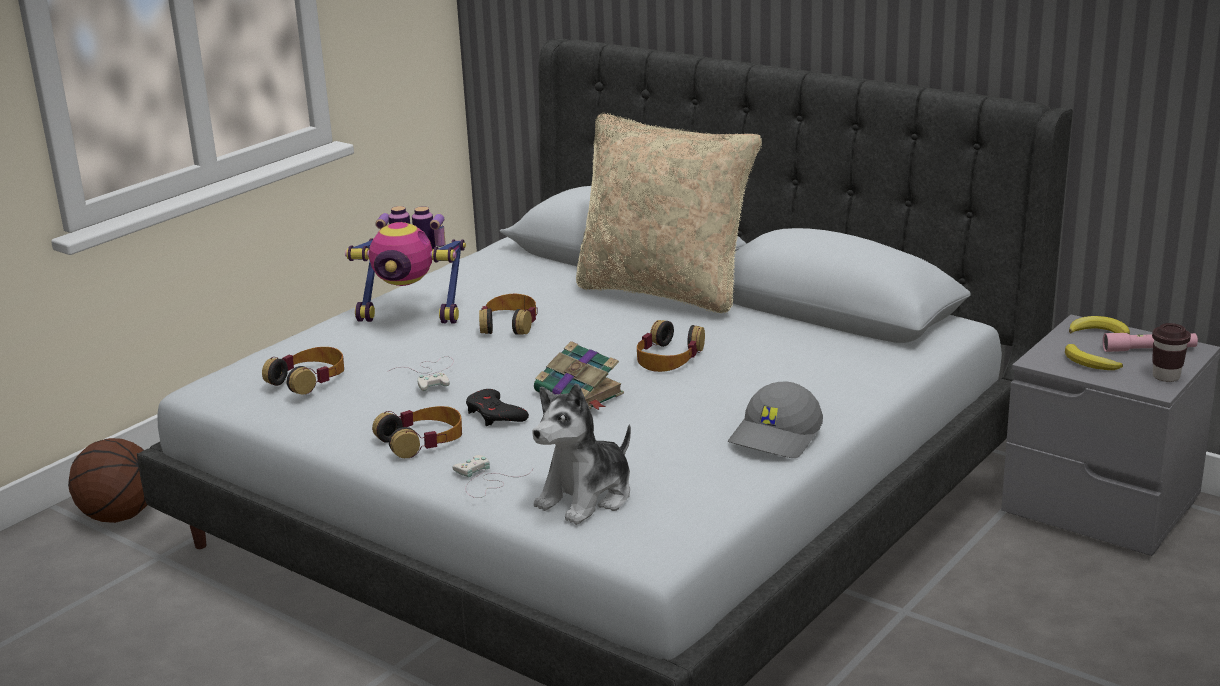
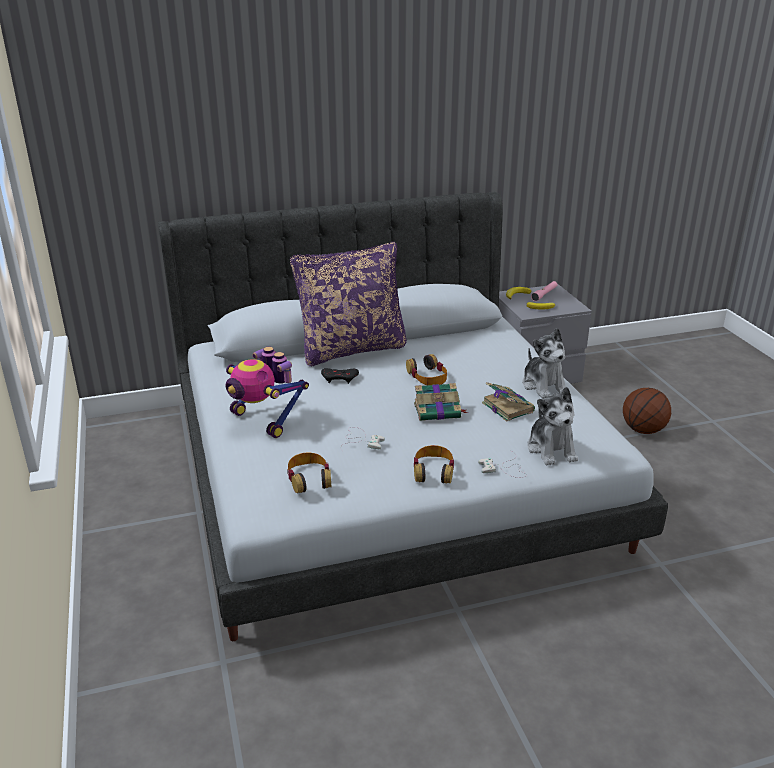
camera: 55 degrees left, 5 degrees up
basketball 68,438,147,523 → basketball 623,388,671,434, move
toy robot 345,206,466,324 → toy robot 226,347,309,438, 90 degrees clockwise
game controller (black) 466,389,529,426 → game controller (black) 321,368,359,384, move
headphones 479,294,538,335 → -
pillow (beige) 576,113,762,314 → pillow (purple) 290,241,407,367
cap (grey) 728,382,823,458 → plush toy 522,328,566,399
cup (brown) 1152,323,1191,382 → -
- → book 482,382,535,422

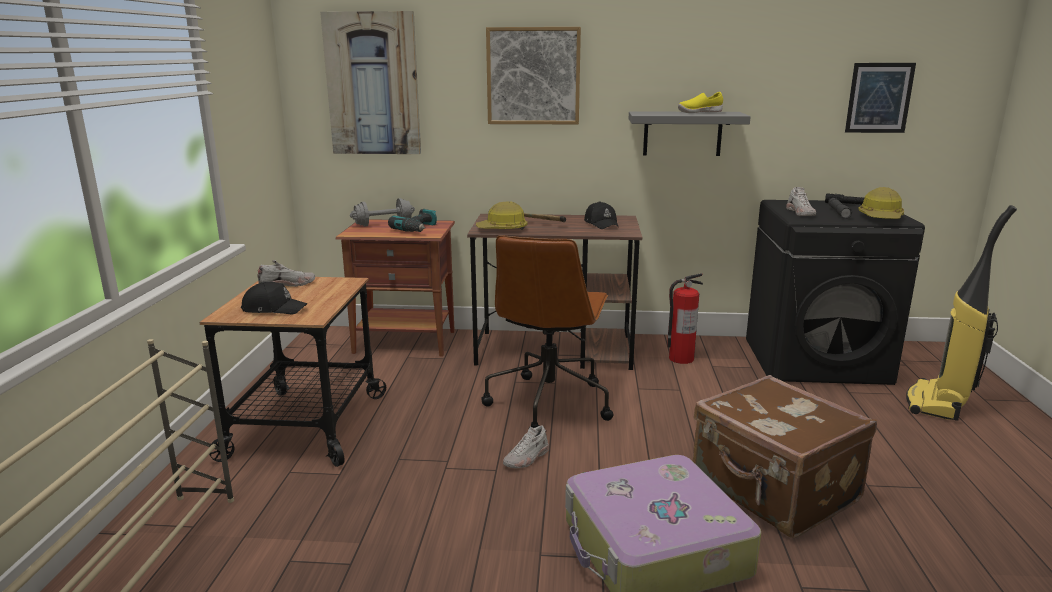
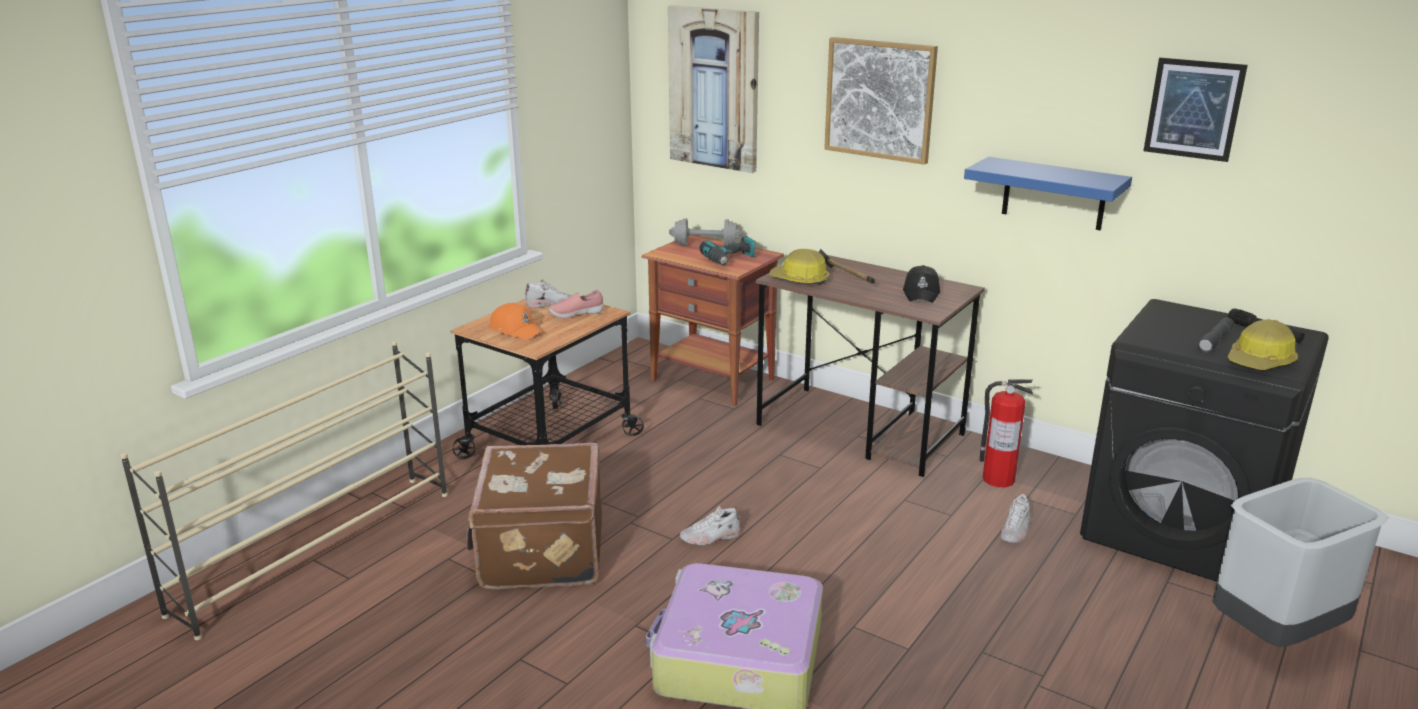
camera: 30 degrees right, 5 degrees up
cap (black) 241,281,307,314 → cap (orange) 490,303,543,340
office chair (brown) 481,235,613,428 → -
shelf (grey) 629,112,751,156 → shelf (blue) 964,157,1132,230
shoe (yellow) 678,92,723,113 → -
suitcase (brown) 693,375,877,538 → suitcase (brown) 467,443,602,589, move
shoe (white) 786,187,816,216 → shoe (white) 1001,494,1030,543, move
picture 845,63,916,133 → picture 1144,58,1248,162, move
vacuum cleaner 906,205,1017,421 → trash can (grey) 1212,478,1389,647
- → shoe (pink) 548,289,603,318

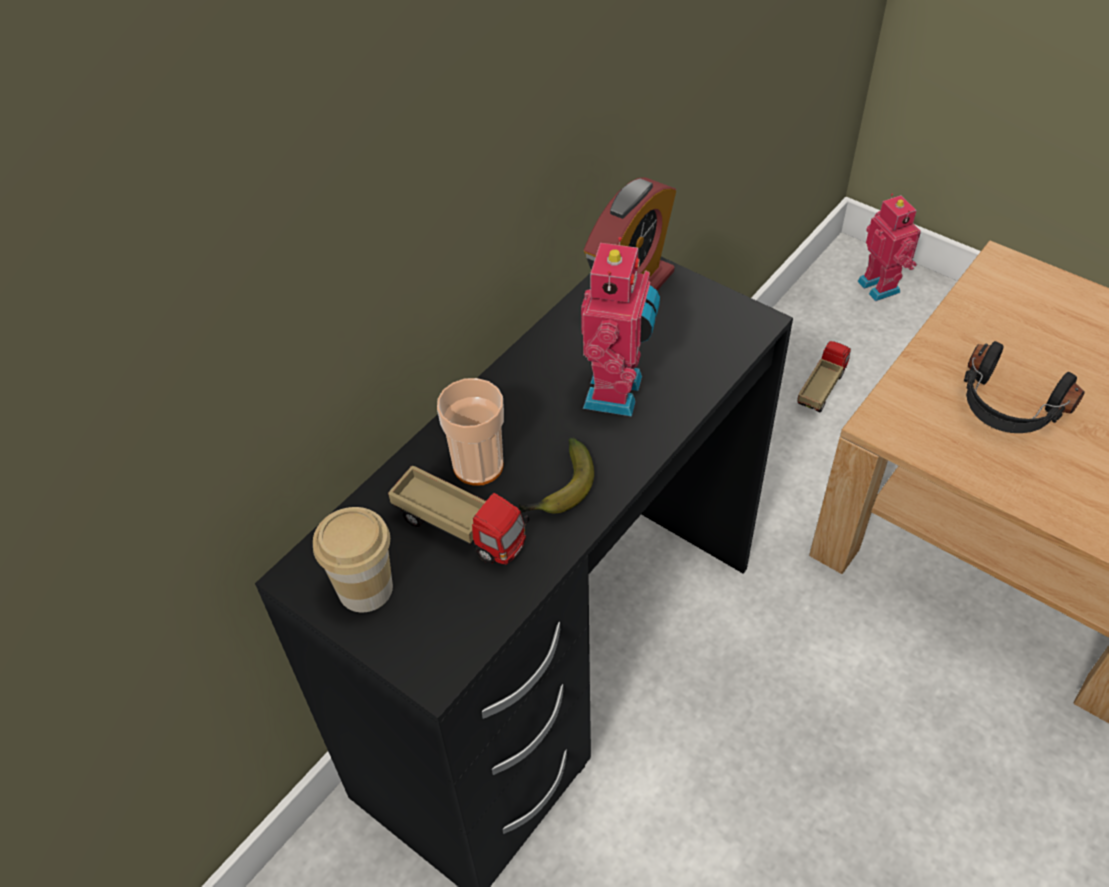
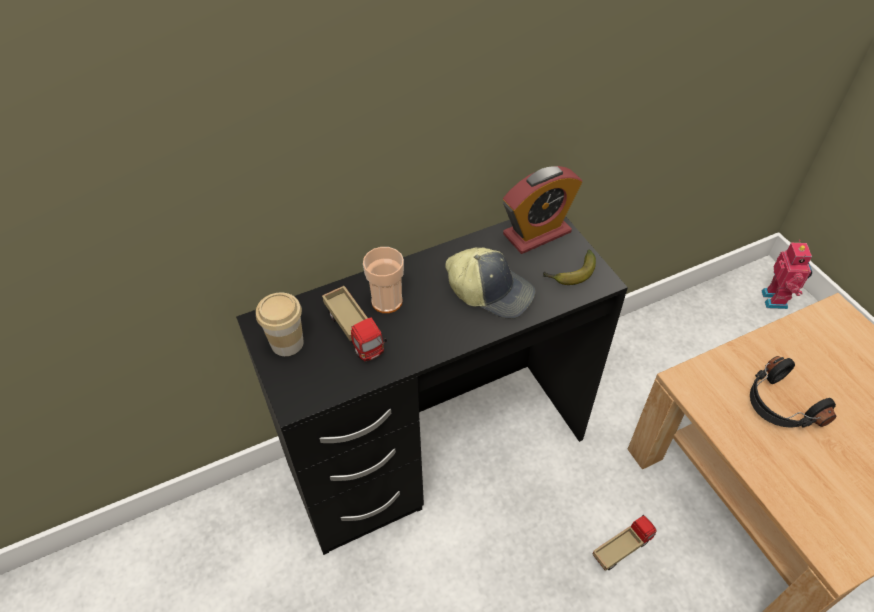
camera: 25 degrees right, 0 degrees up
banana 519,438,594,513 → banana 543,249,596,285, move
toy robot 581,237,660,416 → cap 445,247,536,319
toy truck 797,341,851,413 → toy truck 592,515,657,571, move

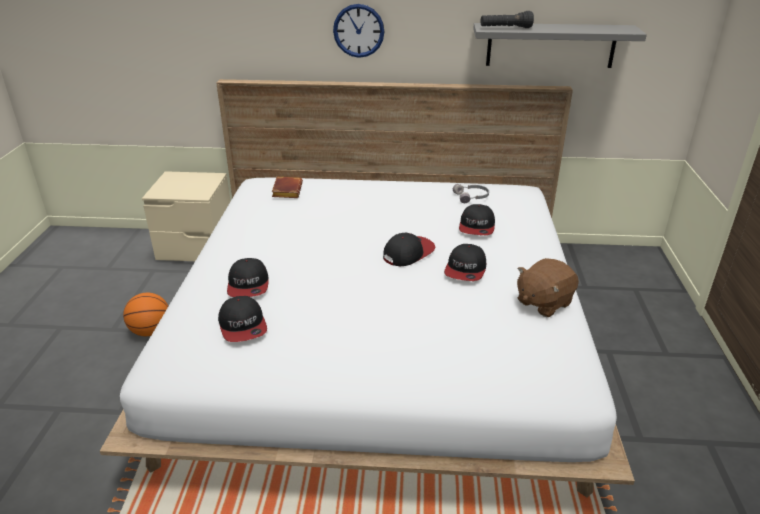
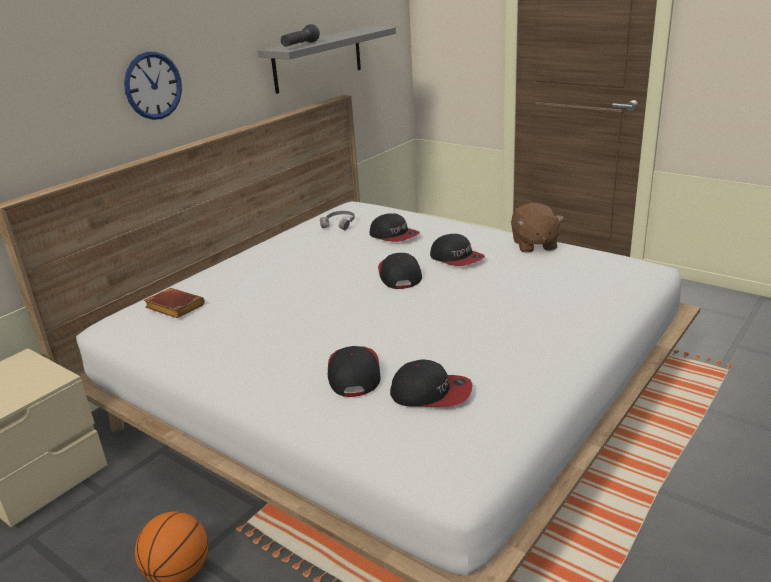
camera: 55 degrees left, 5 degrees down
cap 227,258,269,297 → cap 328,346,381,397, 120 degrees counterclockwise

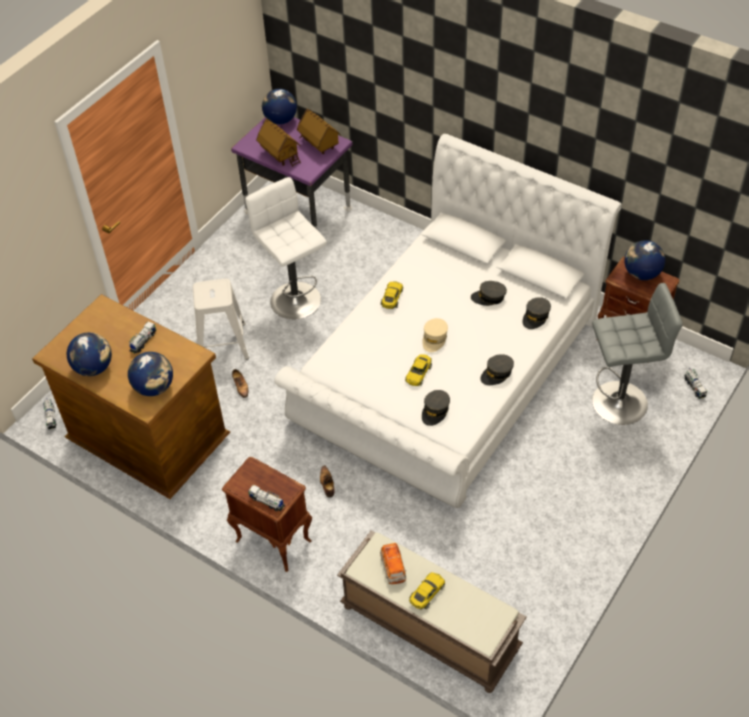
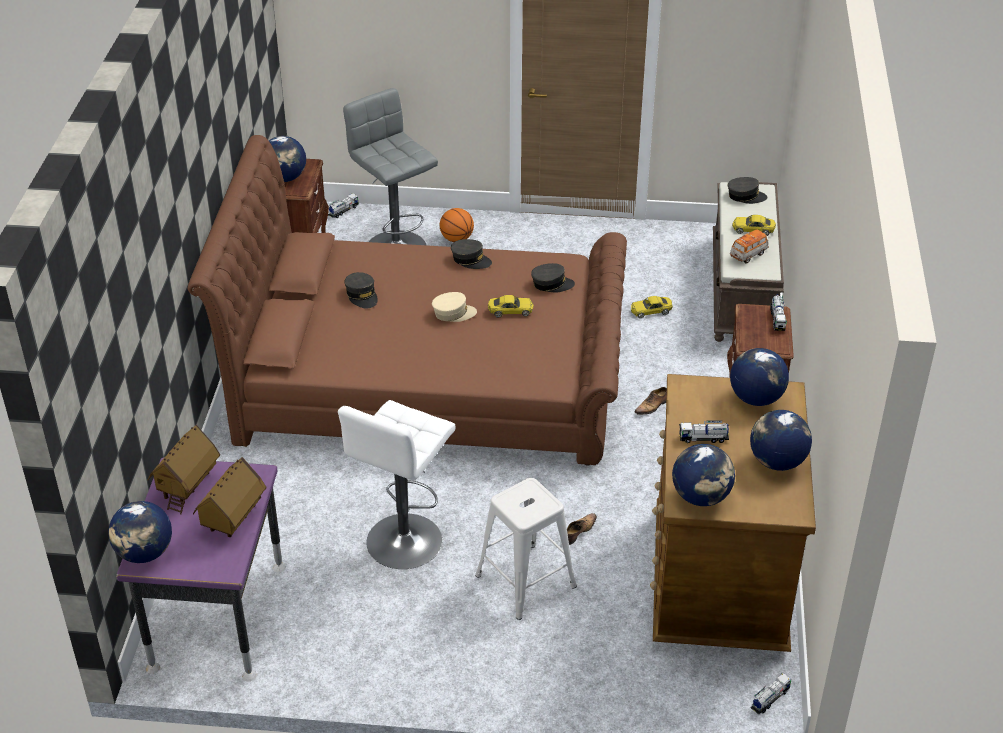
camera: 120 degrees left, 10 degrees down
bed (white) 274,134,622,508 → bed (brown) 187,135,627,466
toy car (yellow) 381,281,403,309 → toy car (yellow) 631,296,673,318, move
cap (grey) 523,297,551,329 → cap (grey) 728,177,767,204, move
- → basketball 440,208,474,242
- → globe 672,444,735,506

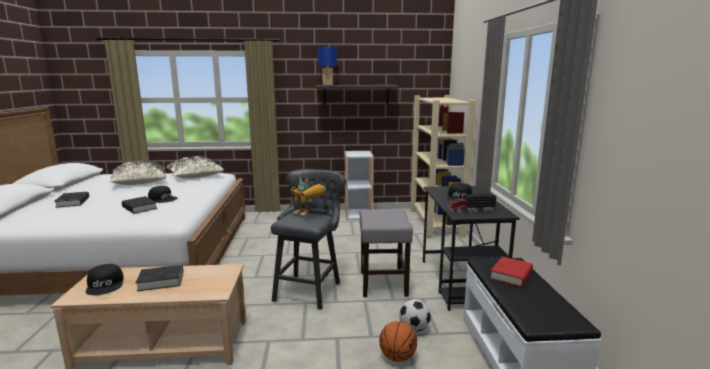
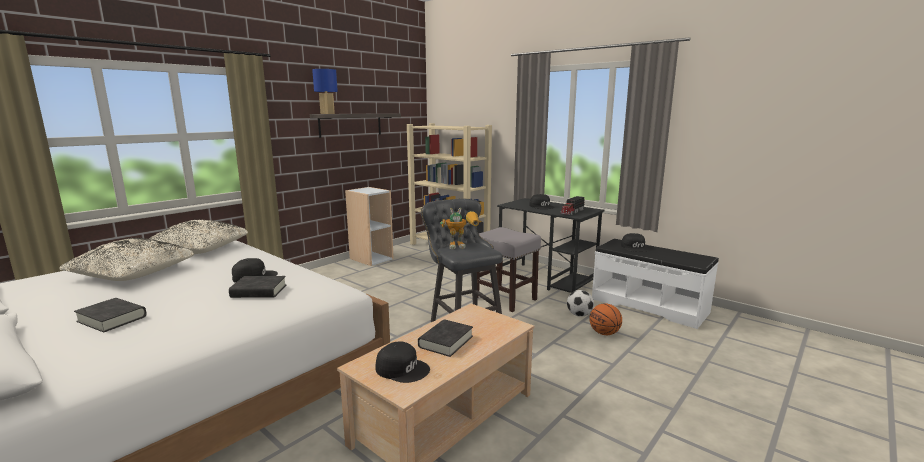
camera: 45 degrees left, 0 degrees up
book (red) 490,256,533,287 → cap (black) 621,233,649,252

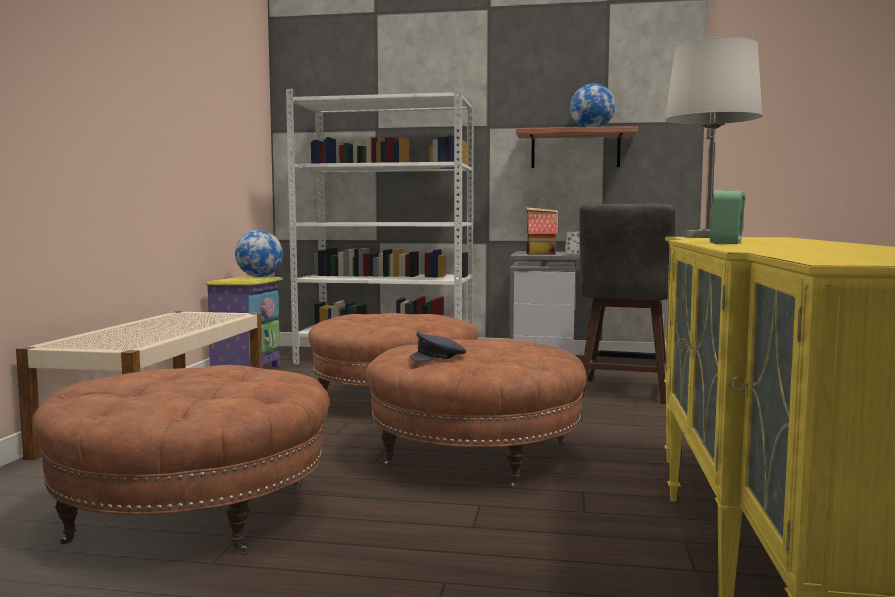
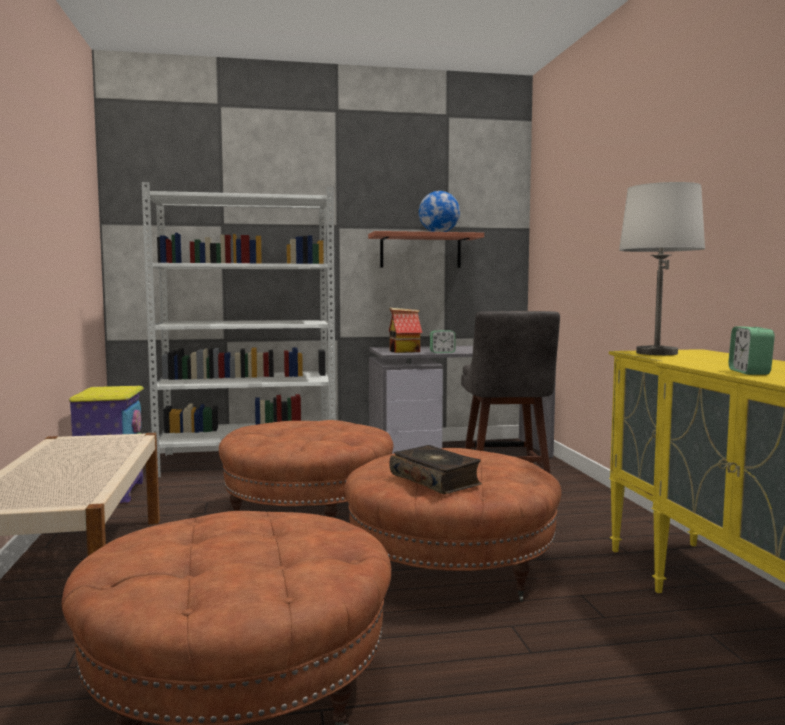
camera: 20 degrees left, 0 degrees up
globe 235,230,283,277 → -
cap (grey) 409,332,466,361 → book 390,445,482,494

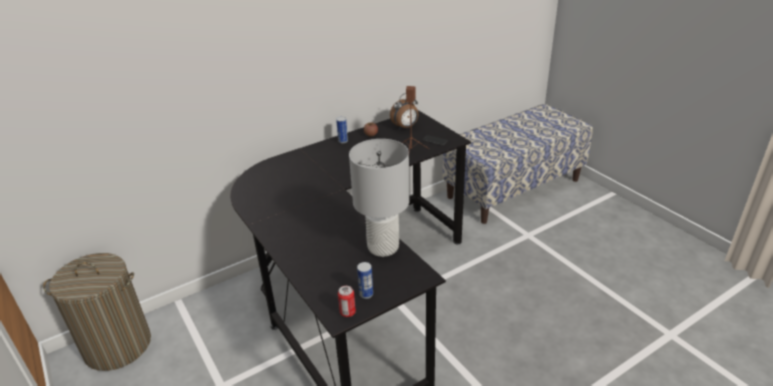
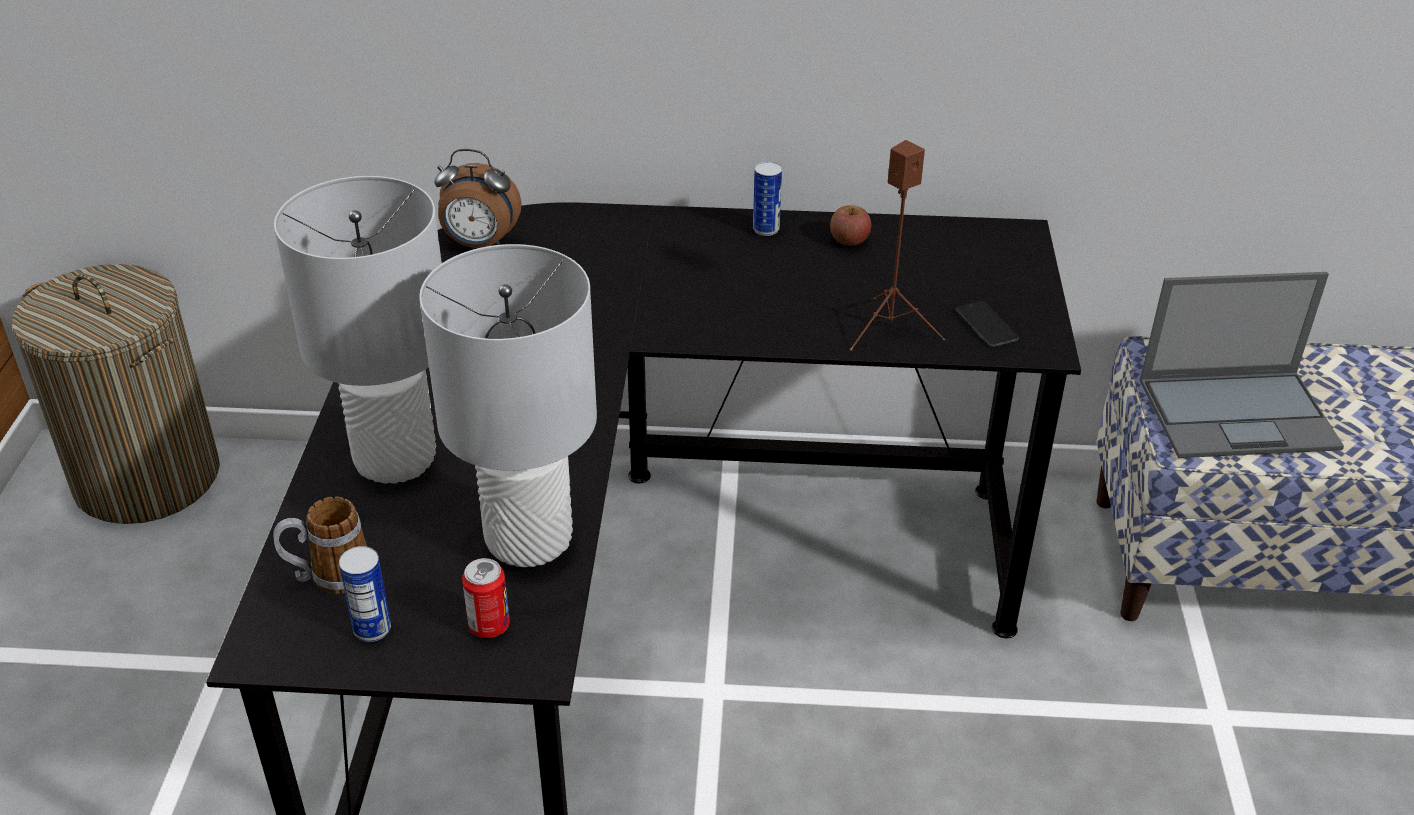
camera: 35 degrees right, 5 degrees up
can 338,286,356,317 → can 462,558,510,638, move
alarm clock 390,93,419,130 → alarm clock 434,149,522,248, move
- → mug 273,496,367,594
- → table lamp (grey) 274,176,442,484
- → laptop 1139,272,1344,458

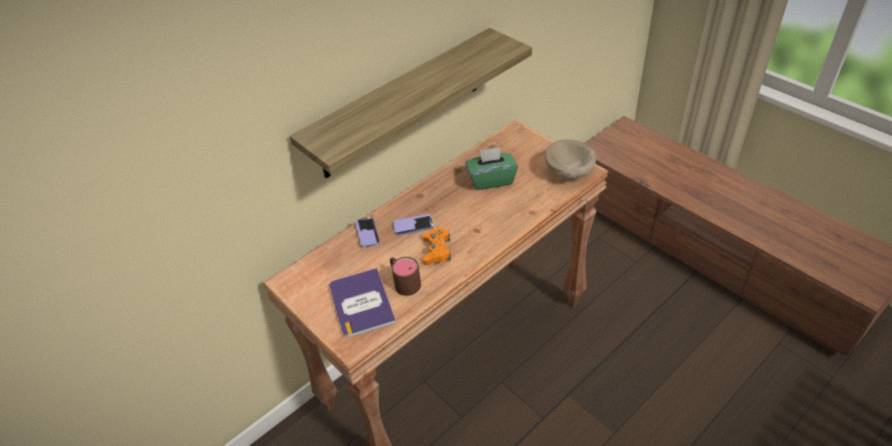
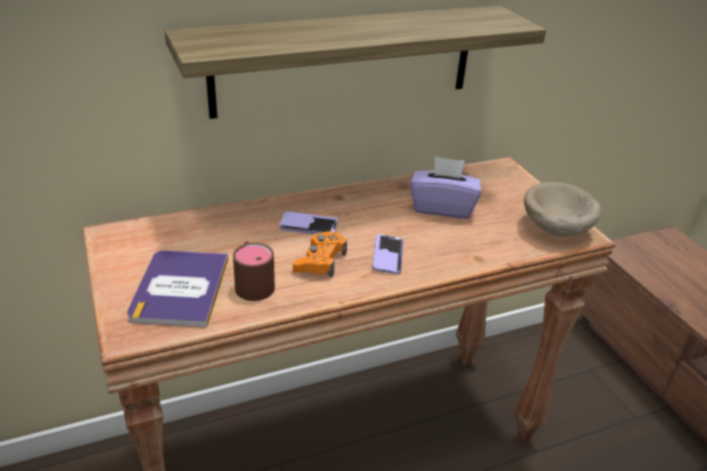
camera: 15 degrees right, 10 degrees down
phone 355,217,380,247 → phone 372,234,404,274, move
tissue box (green) 466,147,518,190 → tissue box (purple) 410,156,481,219

